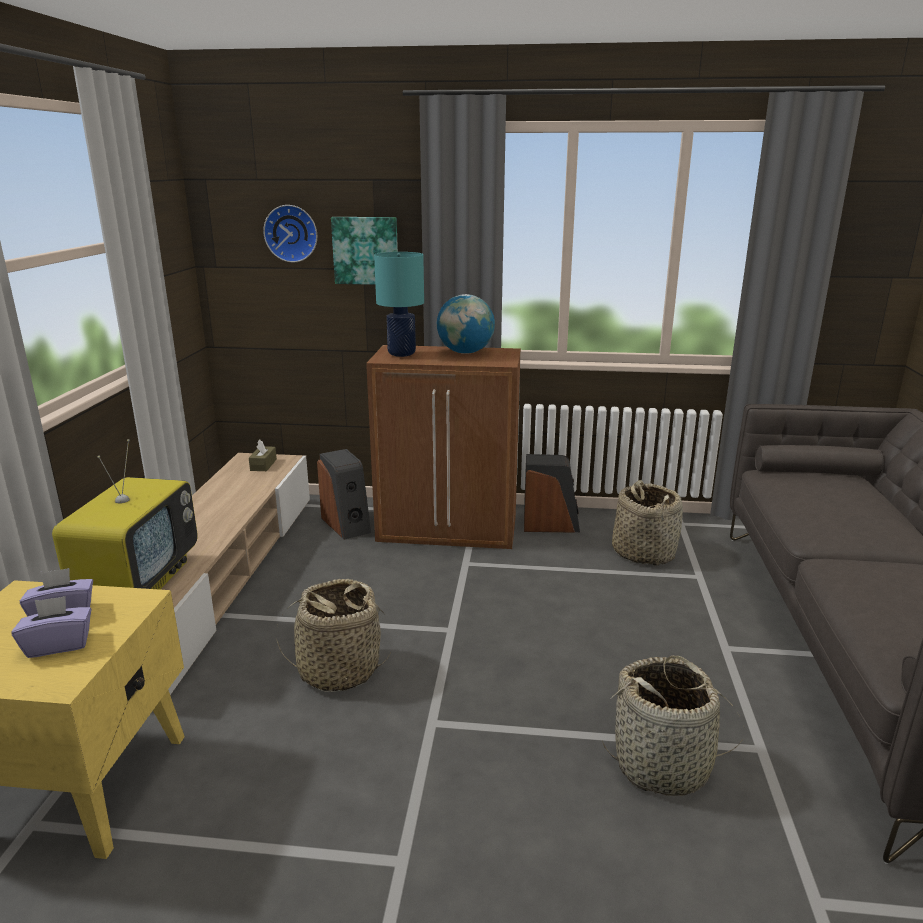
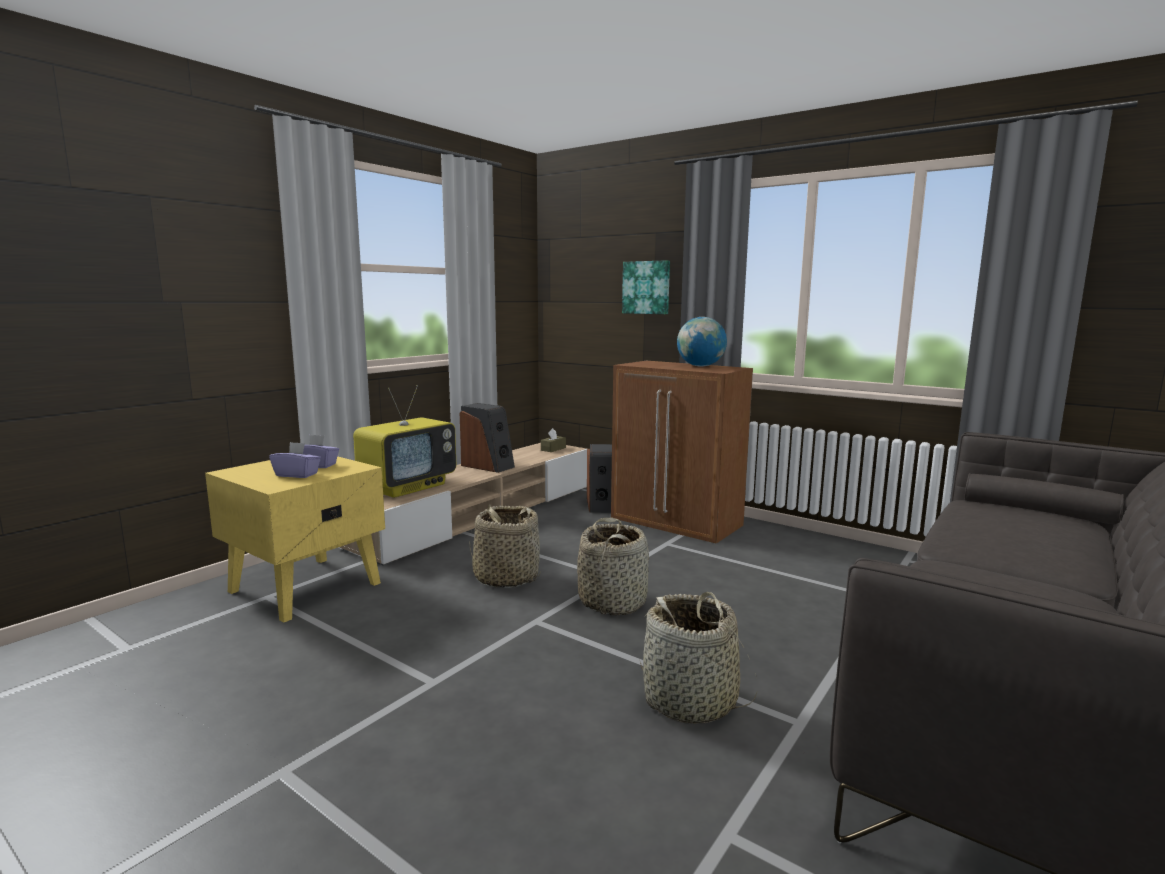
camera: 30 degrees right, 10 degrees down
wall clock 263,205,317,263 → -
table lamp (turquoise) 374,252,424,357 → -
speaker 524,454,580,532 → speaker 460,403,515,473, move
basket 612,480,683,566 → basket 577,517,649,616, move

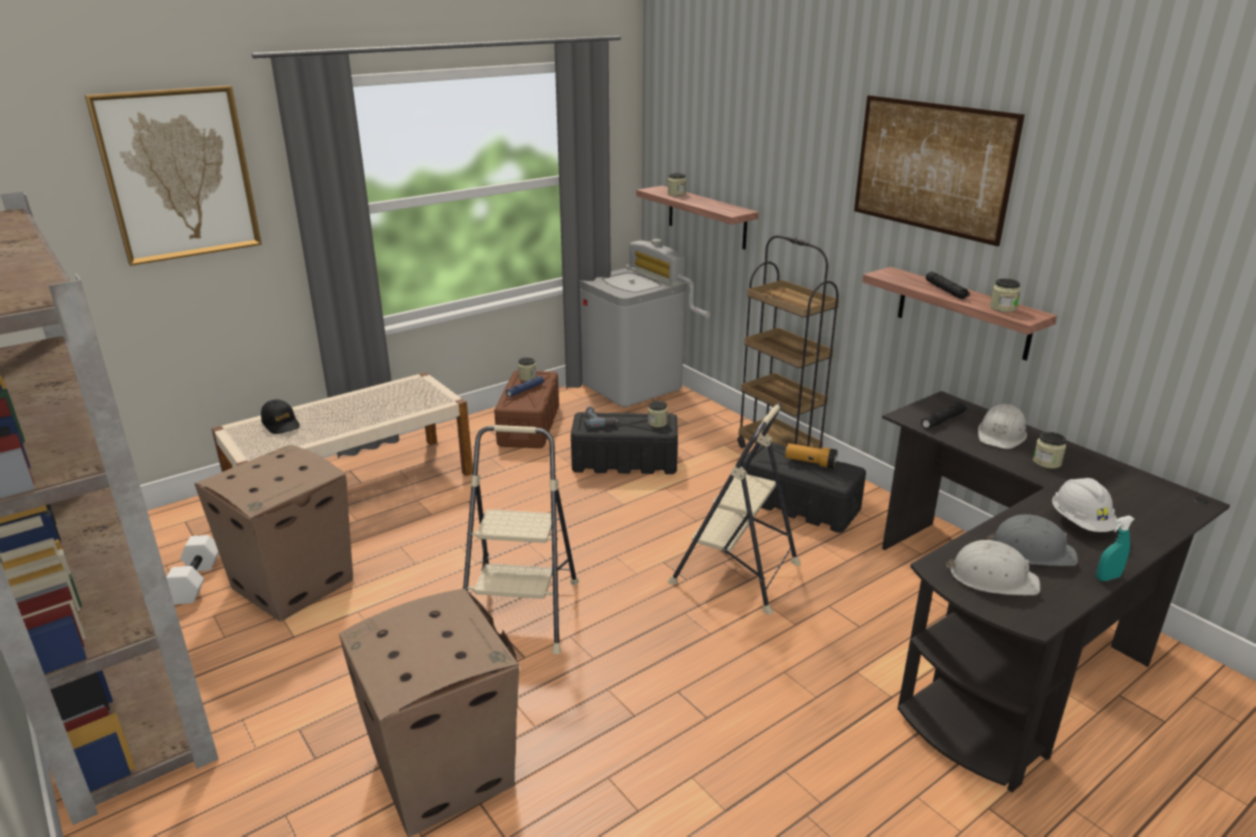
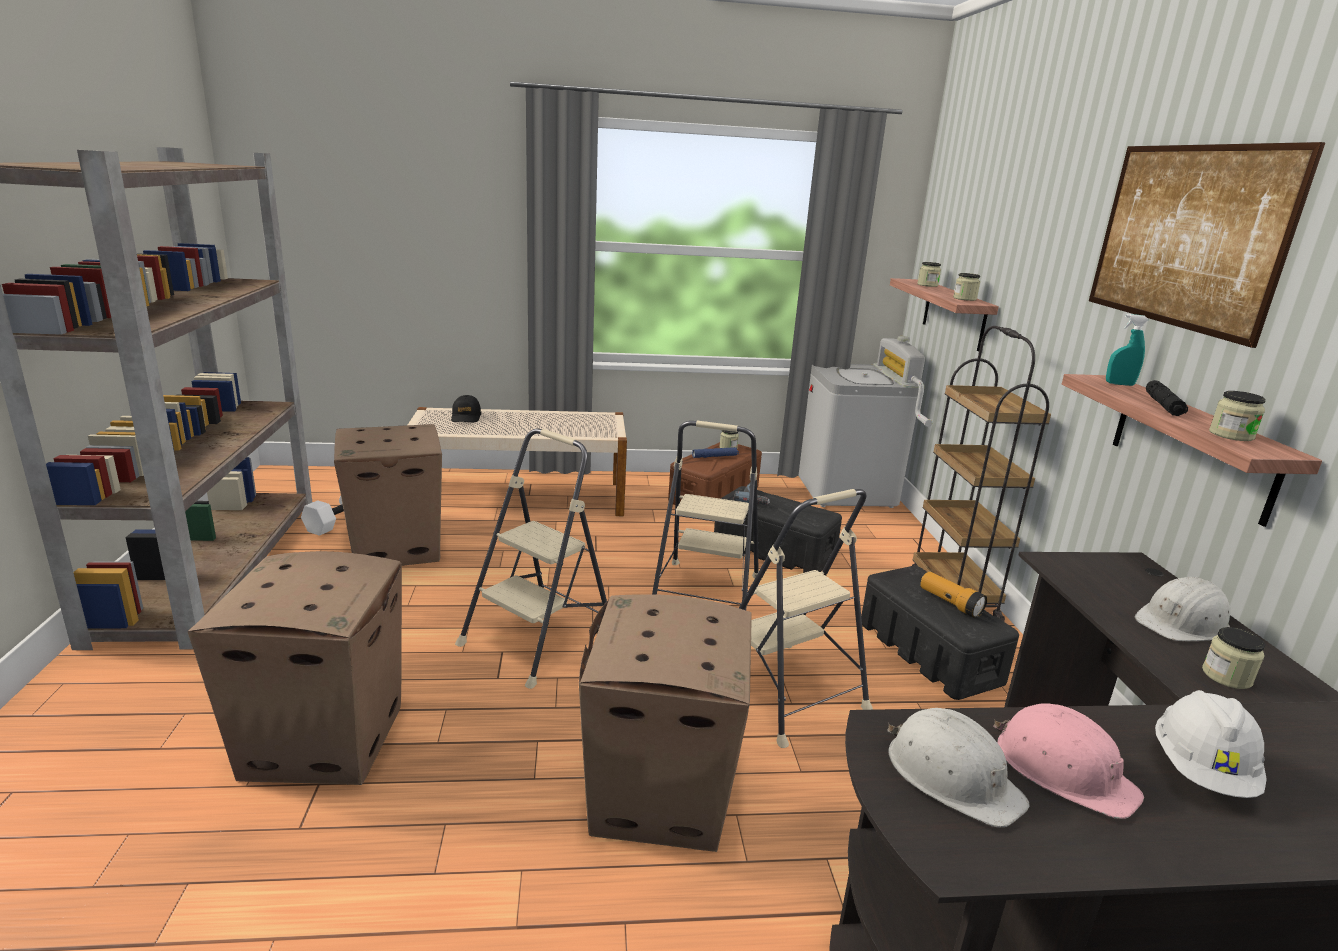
camera: 30 degrees right, 5 degrees down
picture 85,85,262,266 → -
jar 648,401,668,427 → jar 953,273,980,301, move
flashlight (black) 921,403,967,429 → -
hard hat (grey) 987,514,1078,566 → hard hat (pink) 994,703,1144,819
spray bottle (turquoise) 1097,515,1134,581 → spray bottle (turquoise) 1106,314,1149,386, move
- → cardboard box 579,594,752,852
- → step ladder (beige) 652,421,759,610

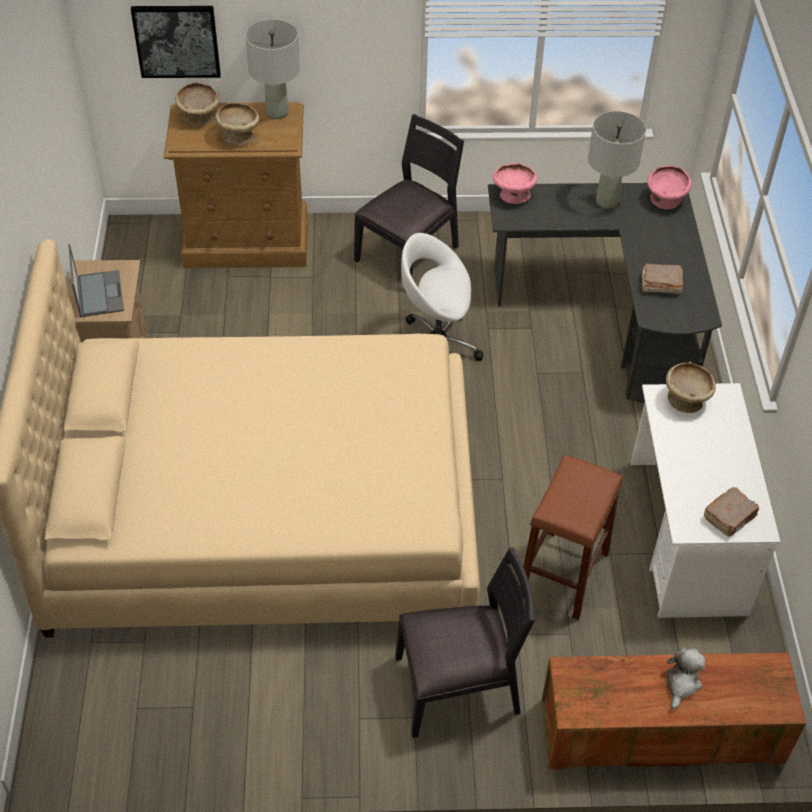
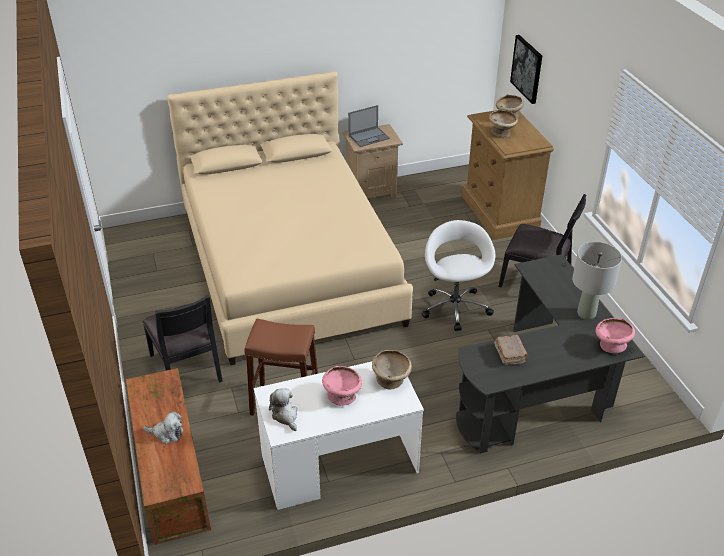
camera: 75 degrees right, 10 degrees down
table lamp (grey) 245,19,300,119 → -
bowl (pink) 493,163,538,204 → bowl (pink) 322,366,362,406, move
book (brown) 704,487,759,537 → plush toy 269,388,297,431

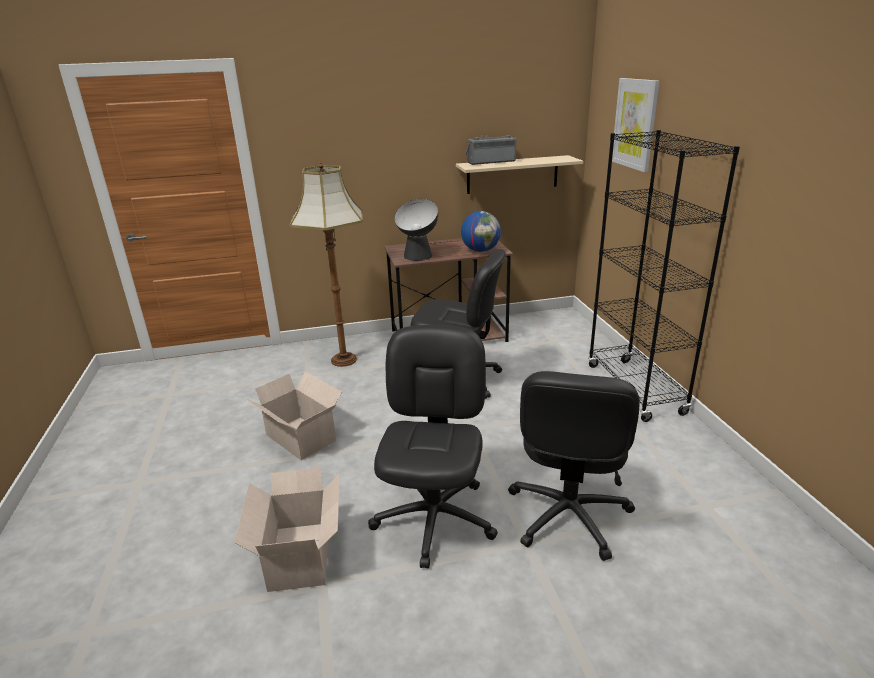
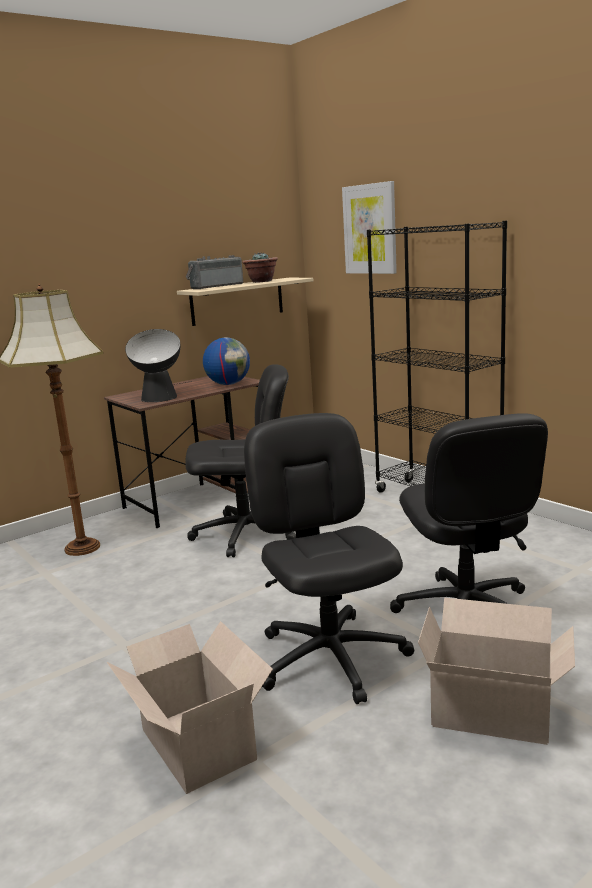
camera: 25 degrees left, 10 degrees down
cardboard box 246,371,342,460 → cardboard box 418,598,575,745, move
- → potted plant 242,252,278,283

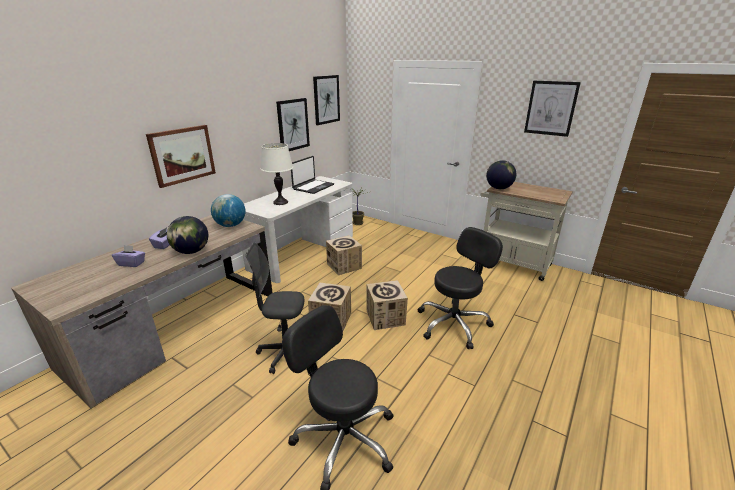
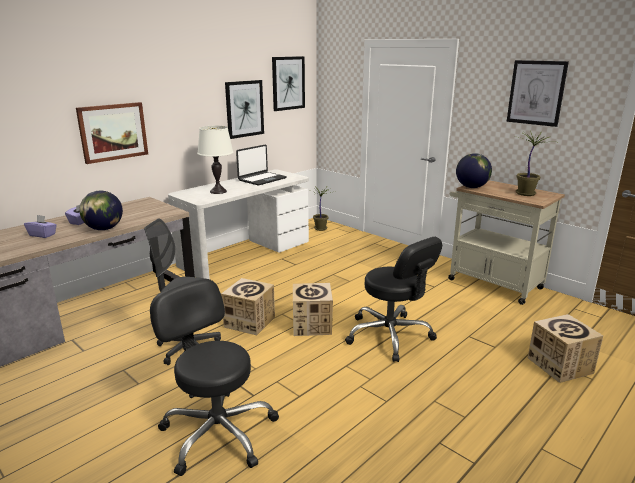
camera: 10 degrees right, 5 degrees down
globe 211,194,246,227 → -
cardboard box 326,235,362,275 → cardboard box 528,314,603,383, move
office chair (black) 418,227,503,349 → office chair (black) 345,237,442,362, 75 degrees clockwise
- → potted plant 516,130,556,196

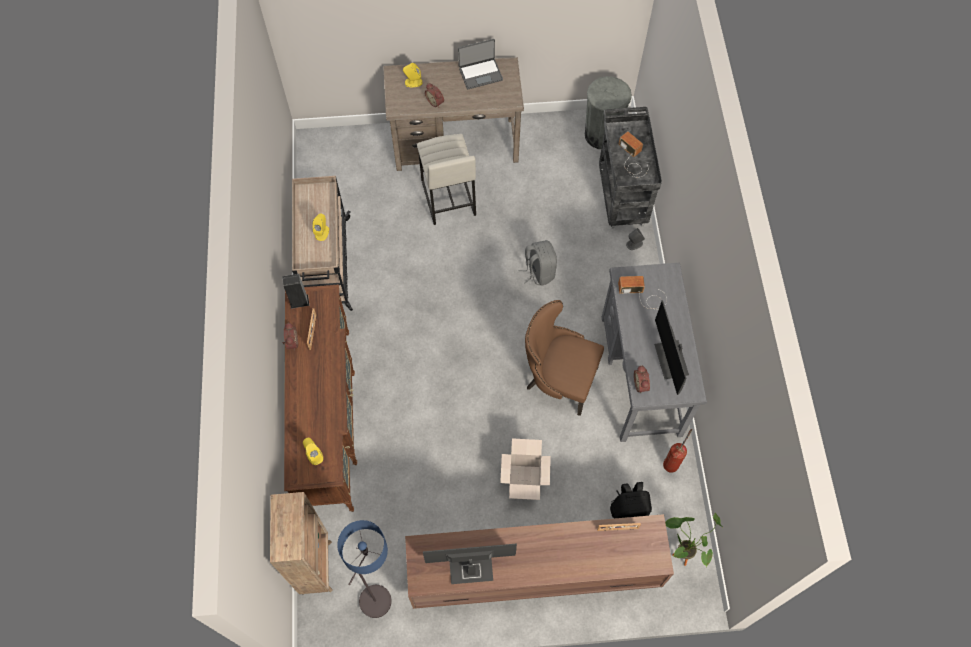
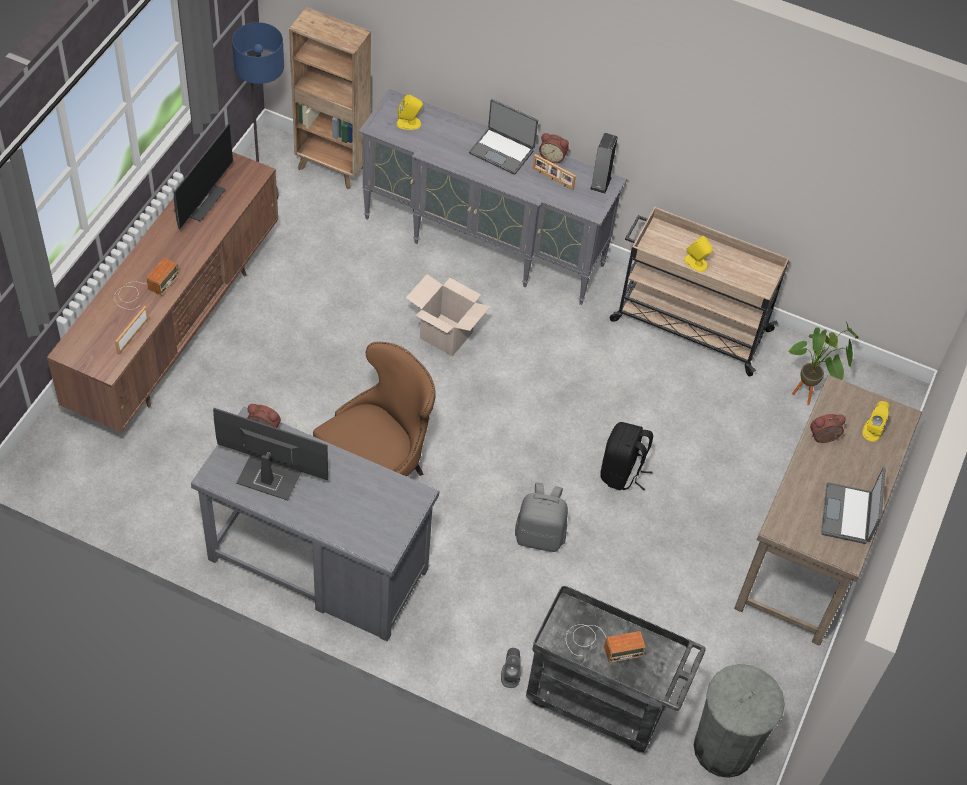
camera: 115 degrees right, 10 degrees down
cabinet (brown) 284,284,357,512 → cabinet (grey) 359,89,627,305
stool (beige) 417,134,476,225 → -
cardboard box 500,438,551,500 → cardboard box 406,274,491,356, move
backpack (black) 610,482,652,518 → backpack (black) 600,422,653,490, move
radio 618,276,667,310 → radio 114,258,179,310, move
fire extinguisher 663,429,692,473 → -
potted plant 665,513,723,568 → potted plant 787,321,859,405, move
- → laptop 469,99,538,175

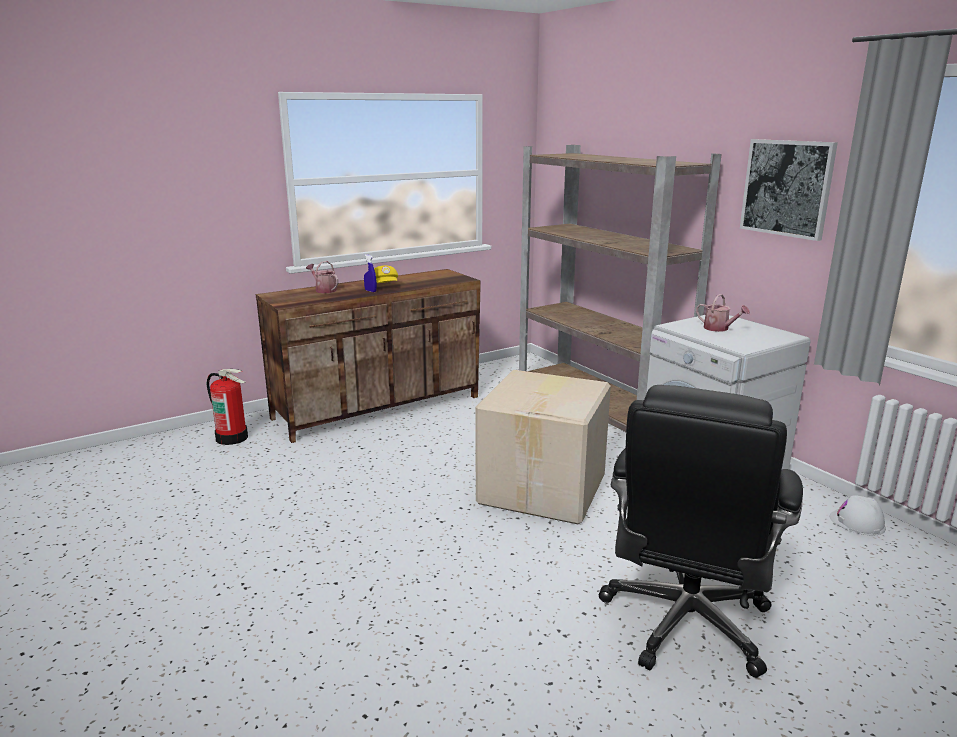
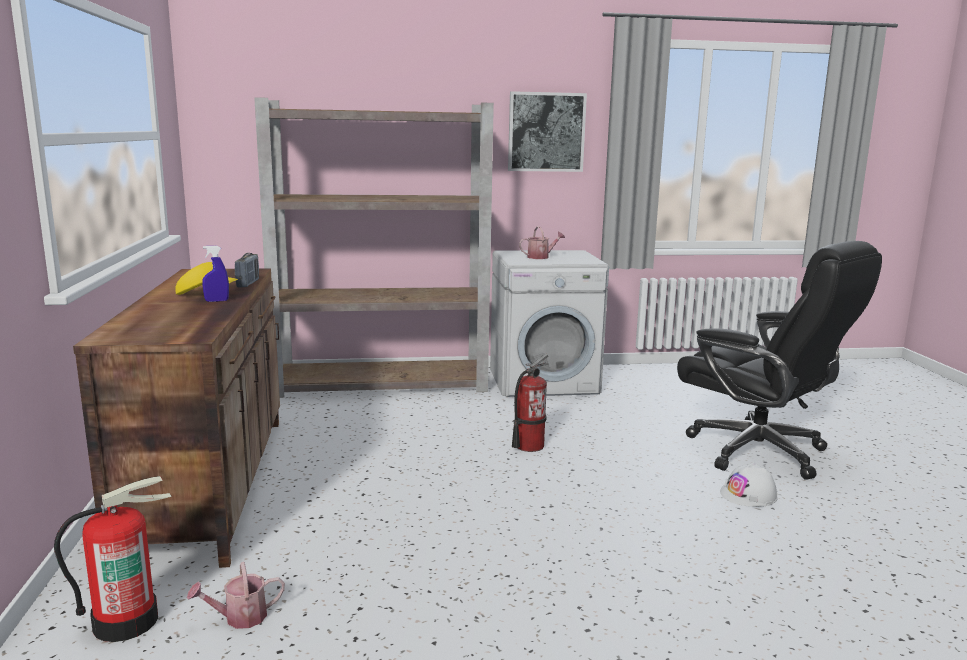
camera: 65 degrees left, 5 degrees down
watering can 306,261,338,293 → watering can 187,562,285,629, move
cardboard box 476,370,611,525 → fire extinguisher 512,354,548,452
hard hat (white) 829,495,886,535 → hard hat (white) 720,462,778,507, move
- → radio 235,253,259,288

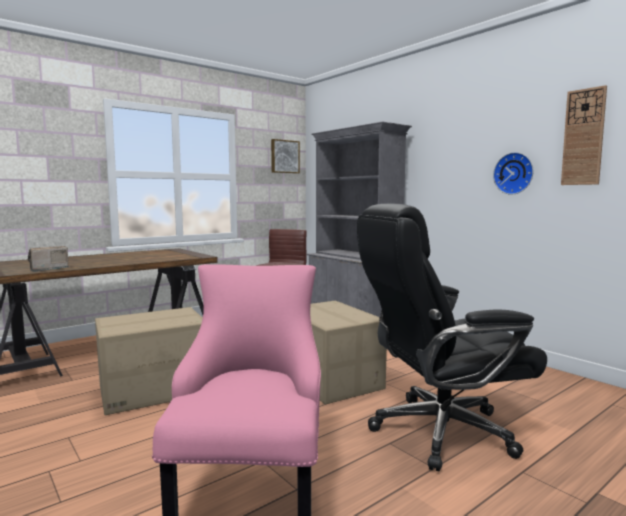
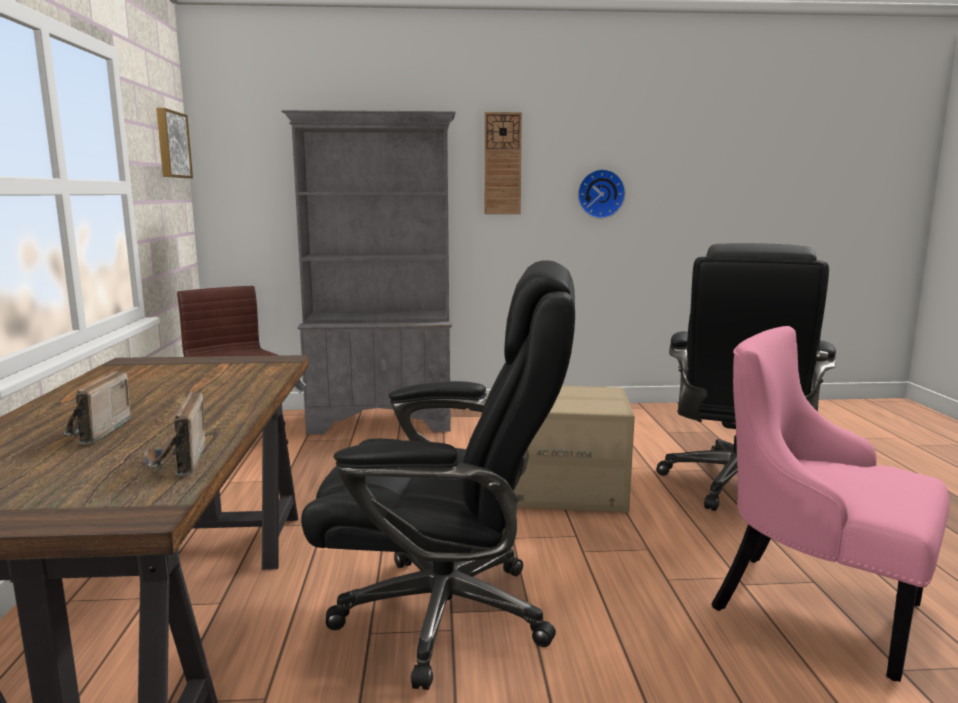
camera: 55 degrees left, 5 degrees up
cardboard box 95,307,203,415 → office chair (black) 301,260,575,690
wall clock 561,85,607,185 → wall clock 484,112,522,214, move
- → radio 64,371,132,445

